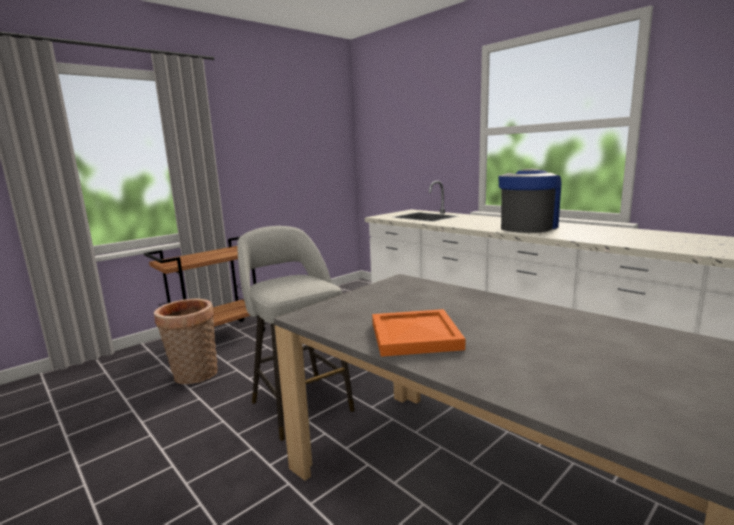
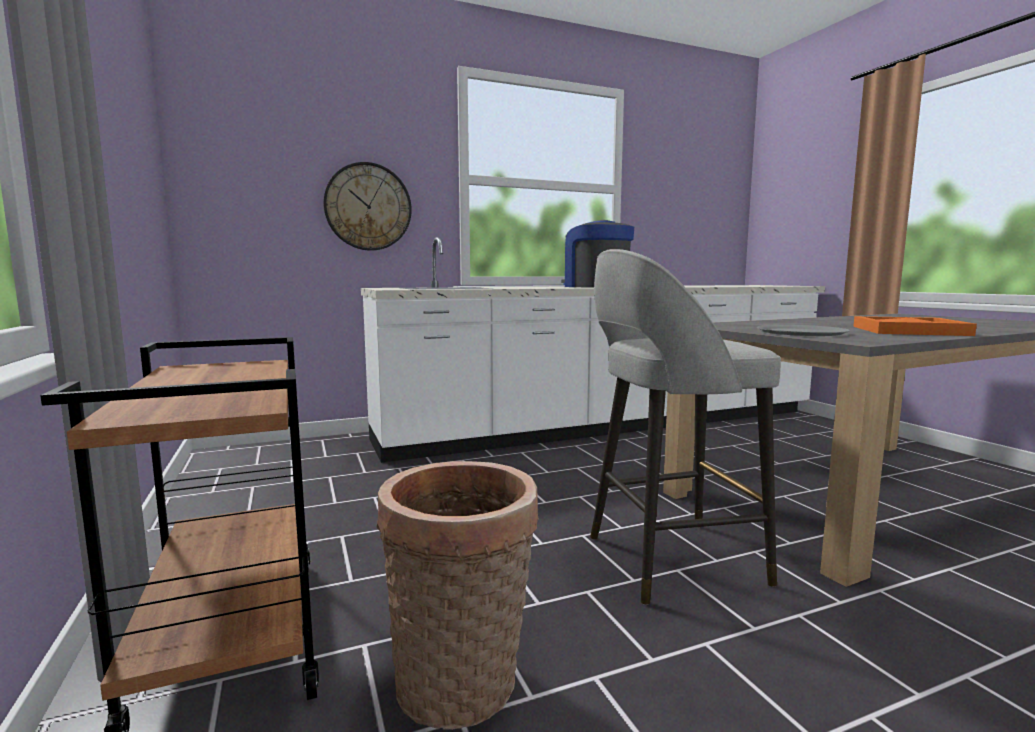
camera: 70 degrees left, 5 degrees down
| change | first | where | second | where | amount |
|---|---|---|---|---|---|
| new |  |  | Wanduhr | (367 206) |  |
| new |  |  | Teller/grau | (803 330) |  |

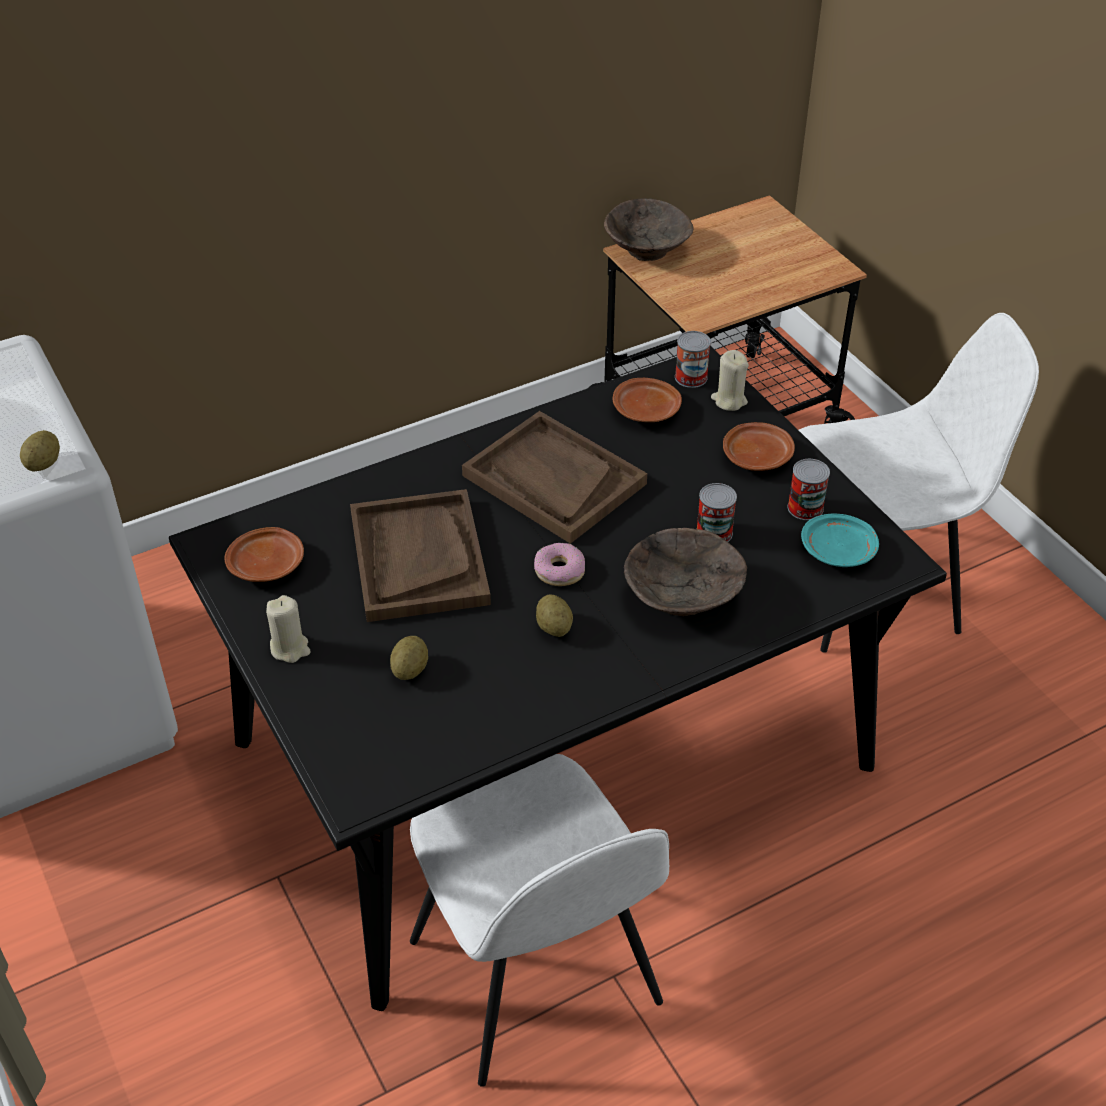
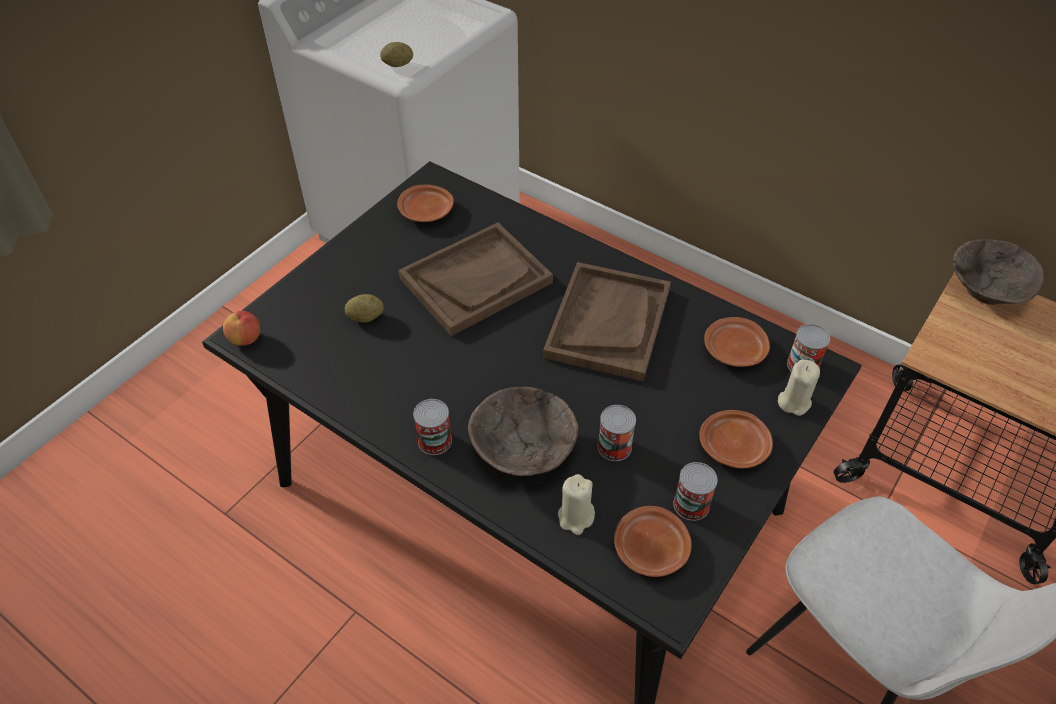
camera: 65 degrees right, 5 degrees up
| change | first | where | second | where | amount |
|---|---|---|---|---|---|
| shifted | Kerze/beige | (288 629) |  | (576 504) |  |
| gone | Stuhl/weiß | (539 920) |  |  |  |
| gone | Donut | (559 564) |  |  |  |
| gone | Kartoffel | (554 615) |  |  |  |
| repainted | Teller/türkis | (840 540) | Teller/braun | (653 541) |  |
| new |  |  | Apfel | (241 328) |  |
| new |  |  | Dose | (432 427) |  |

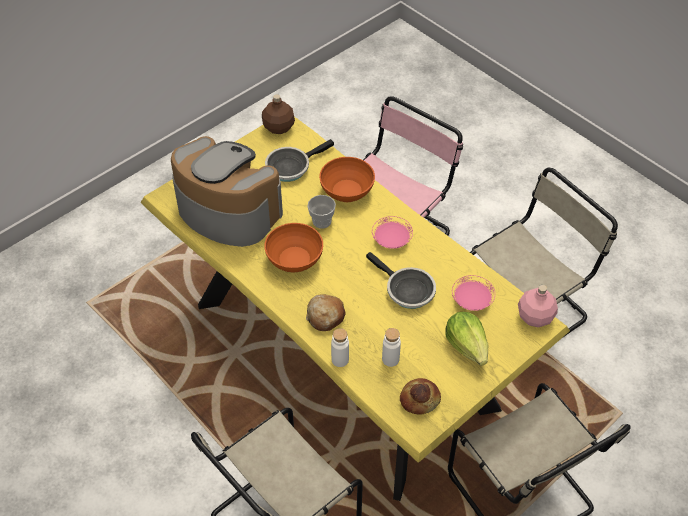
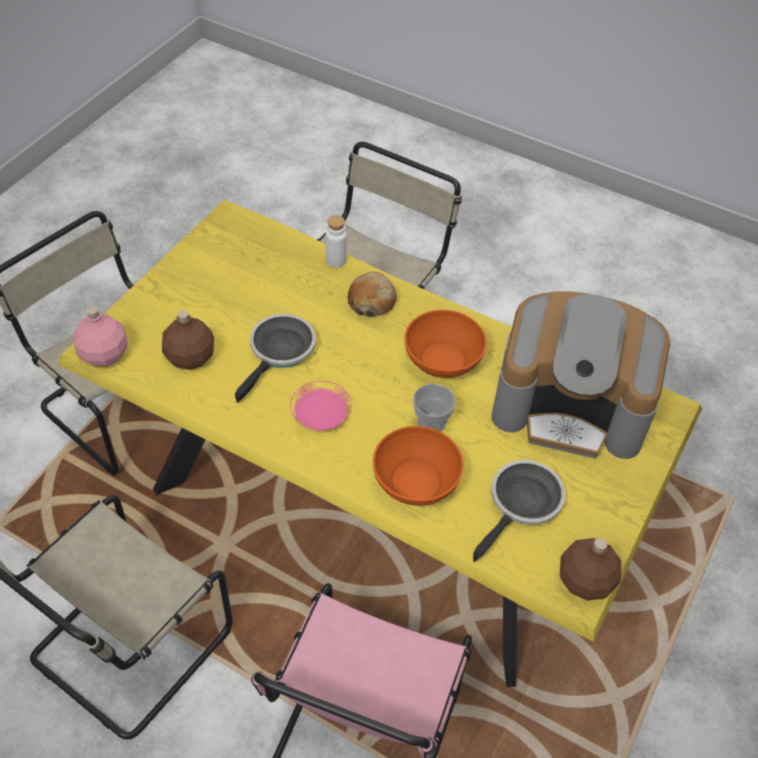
camera: 160 degrees right, 0 degrees up
| change | first | where | second | where | amount |
|---|---|---|---|---|---|
| rotated | Pfanne | (401 280) |  | (275 358) | 90 degrees clockwise |
| gone | Flasche/weiß | (391 347) |  |  |  |
| gone | Brot | (420 396) |  |  |  |
| gone | Salatkopf | (466 339) |  |  |  |
| swapped | Teller/rosa | (473 293) | Flasche/braun | (188 340) |  |

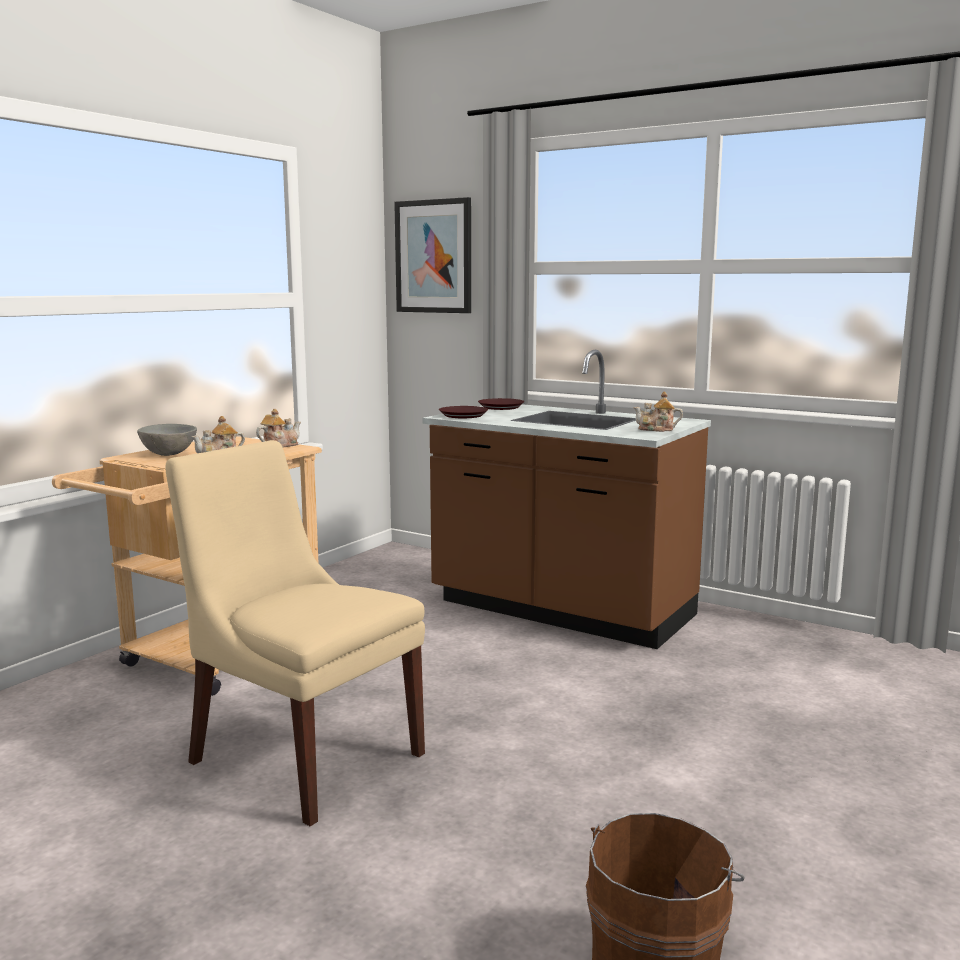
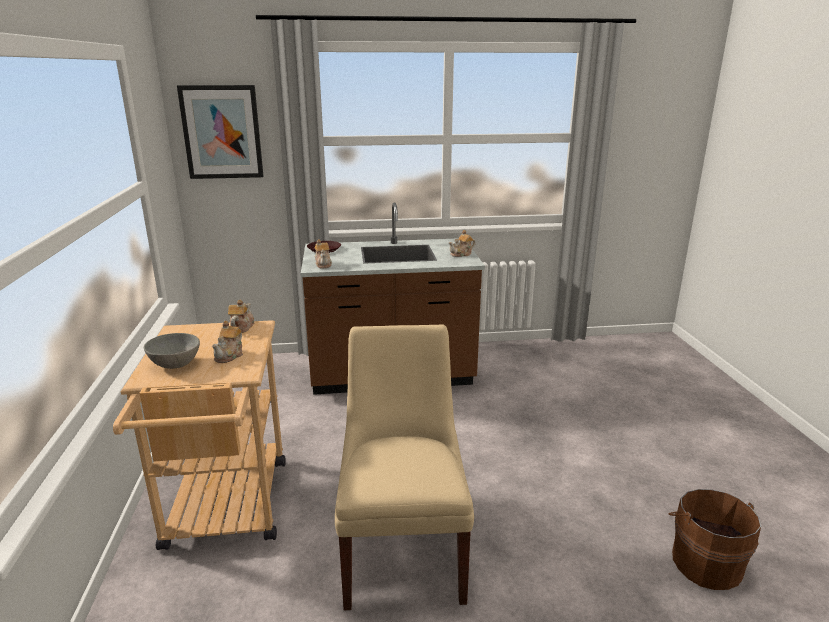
camera: 40 degrees left, 10 degrees up
| change | first | where | second | where | amount |
|---|---|---|---|---|---|
| rotated | Stuhl/beige | (295 633) |  | (404 467) | 90 degrees clockwise |
| swapped | Teller/braun | (463 412) | Teekanne | (323 254) |  |

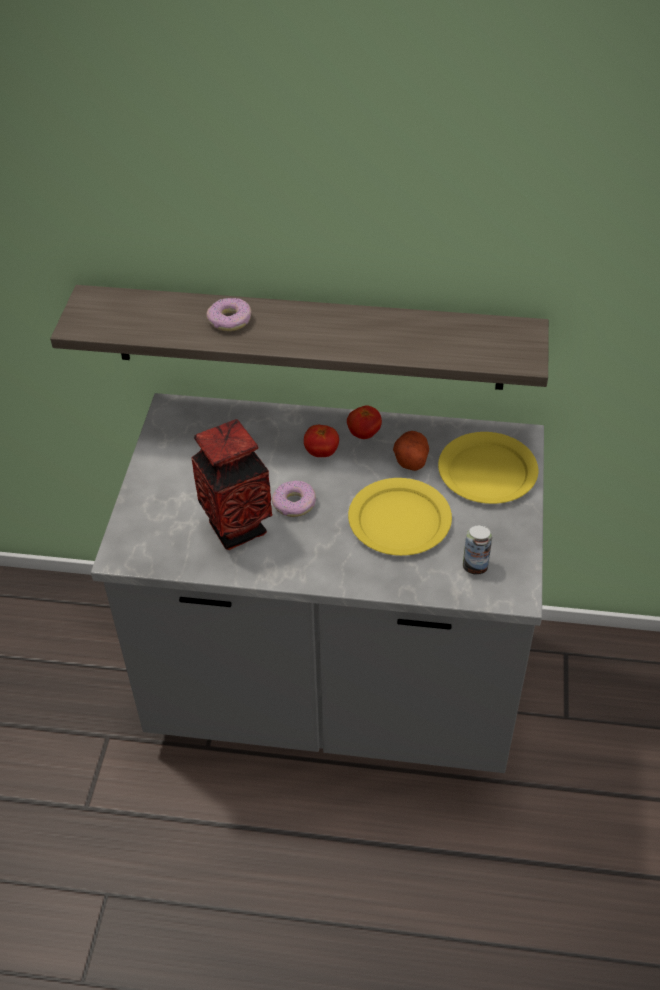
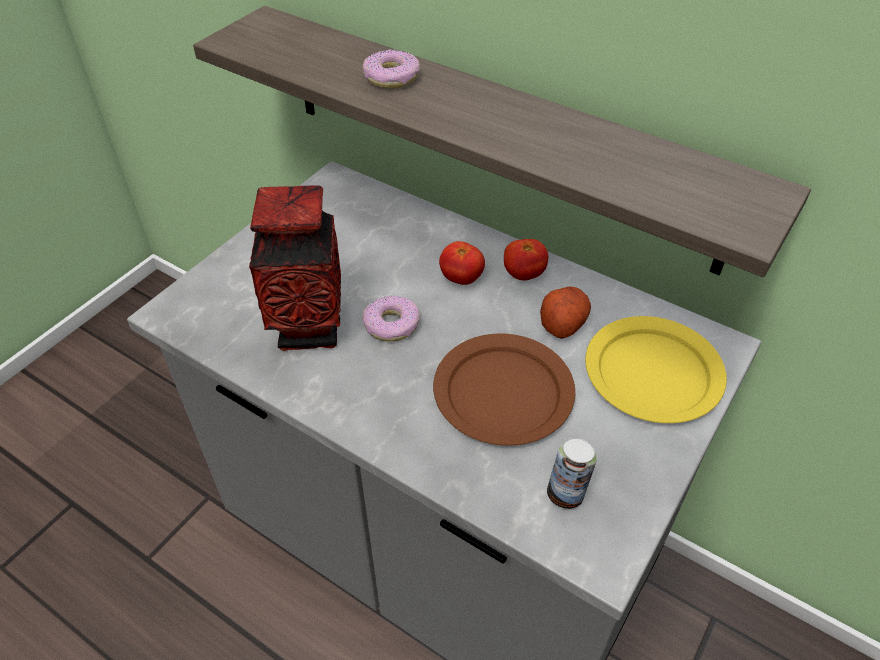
camera: 25 degrees right, 0 degrees up
| change | first | where | second | where | amount |
|---|---|---|---|---|---|
| repainted | Teller/gelb | (400 517) | Teller/braun | (504 389) |  |

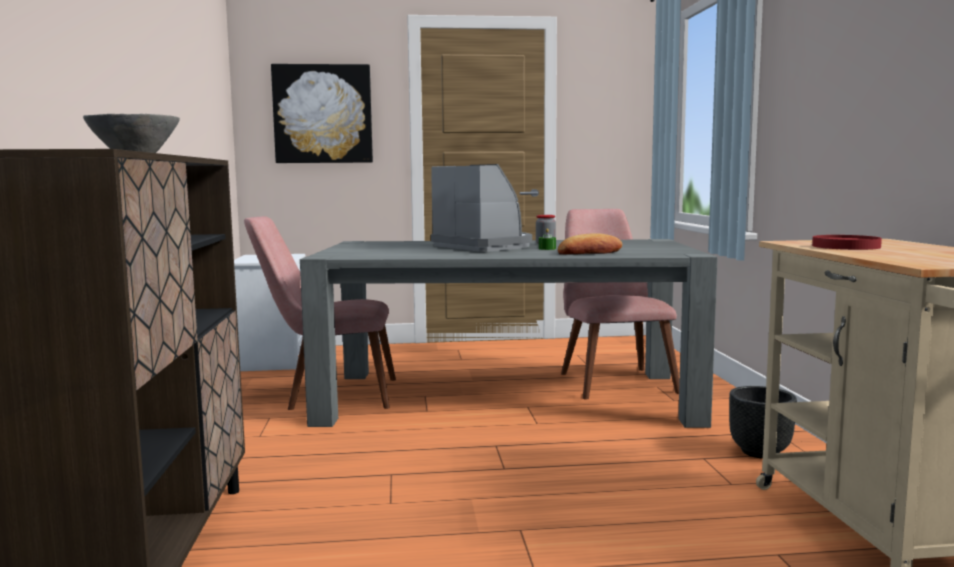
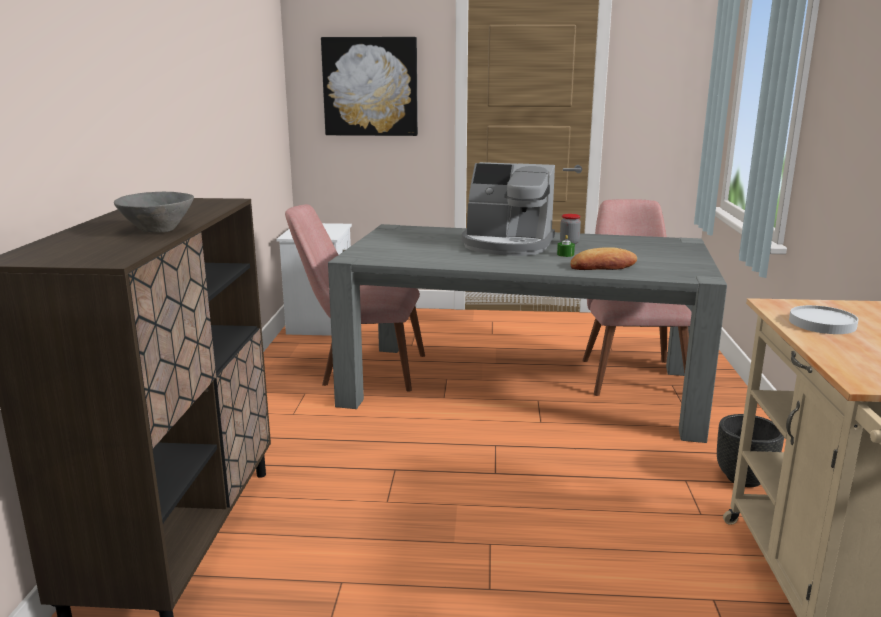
camera: 10 degrees right, 10 degrees up
| change | first | where | second | where | amount |
|---|---|---|---|---|---|
| rotated | Kaffeemaschine | (481 208) |  | (508 209) | 135 degrees clockwise |
| repainted | Teller/rot | (847 242) | Teller/weiß | (824 319) |  |

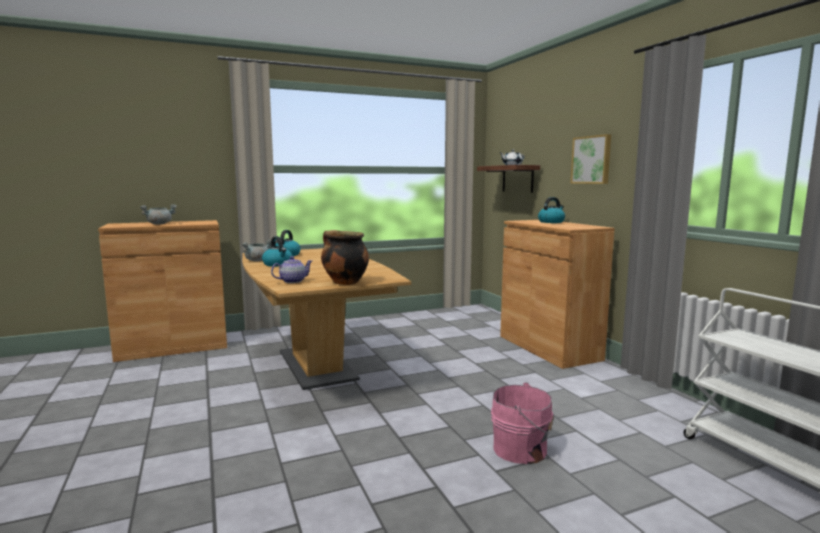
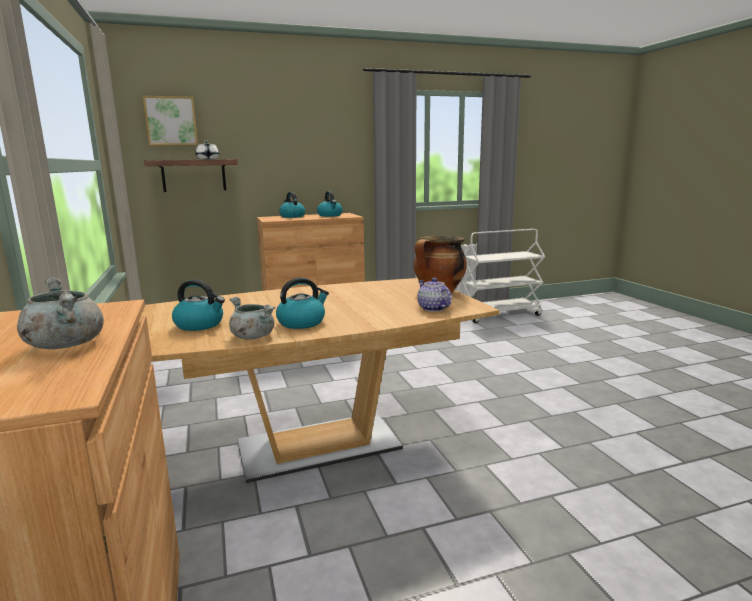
camera: 85 degrees left, 5 degrees up
| change | first | where | second | where | amount |
|---|---|---|---|---|---|
| gone | Eimer/rosa | (522 423) |  |  |  |
| shifted | Bild | (591 159) |  | (170 121) |  |
| new |  |  | Wasserkessel | (330 204) |  |

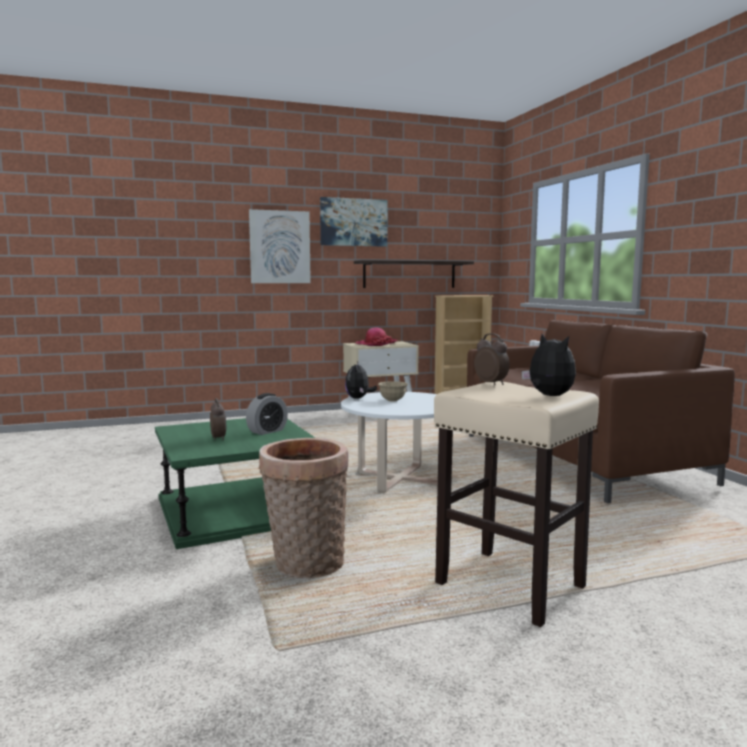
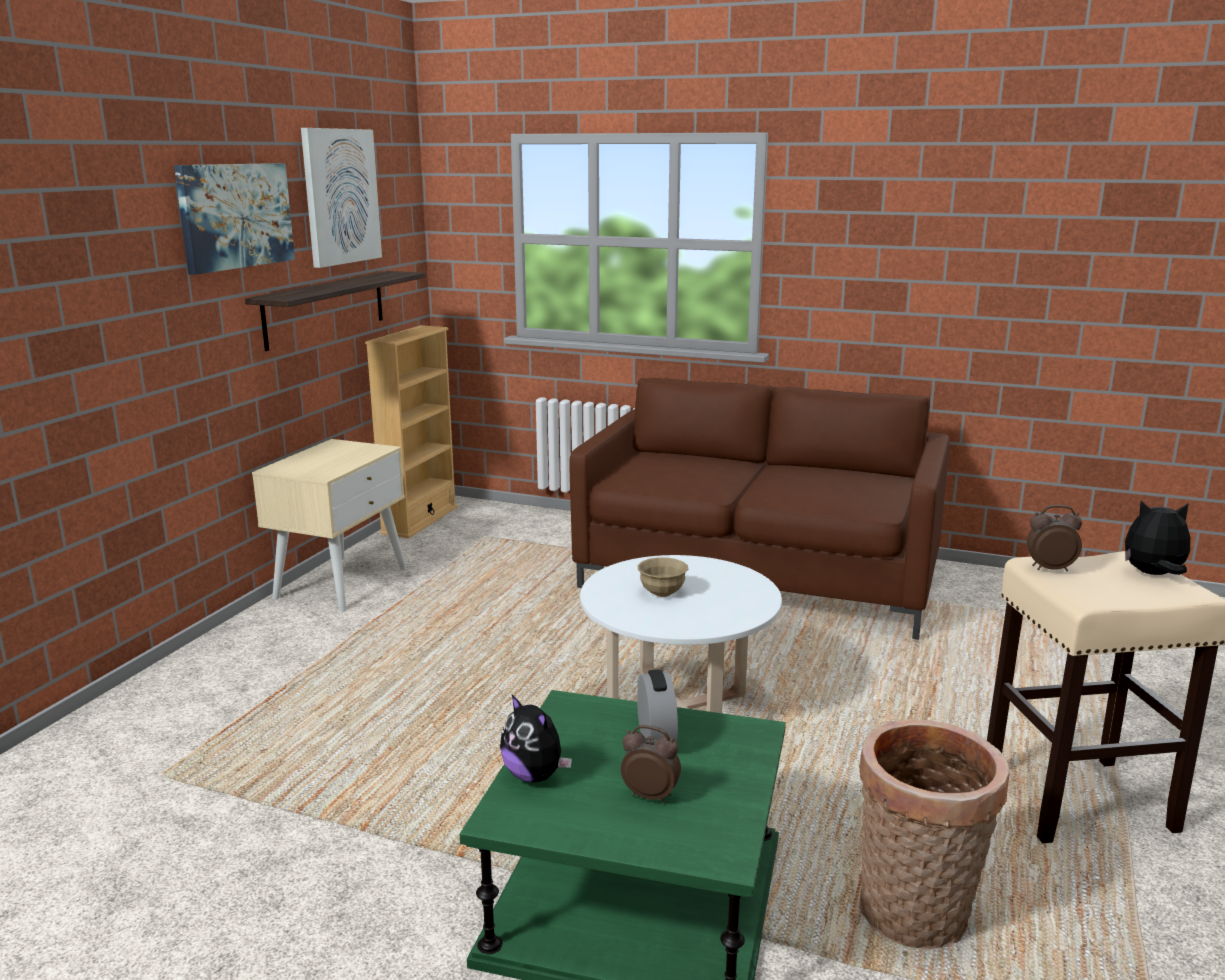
camera: 50 degrees left, 10 degrees up
| change | first | where | second | where | amount |
|---|---|---|---|---|---|
| shifted | Bild | (280 246) |  | (341 198) |  |
| shifted | Plüschtier | (361 380) |  | (536 738) |  |
| gone | Hut | (376 336) |  |  |  |

